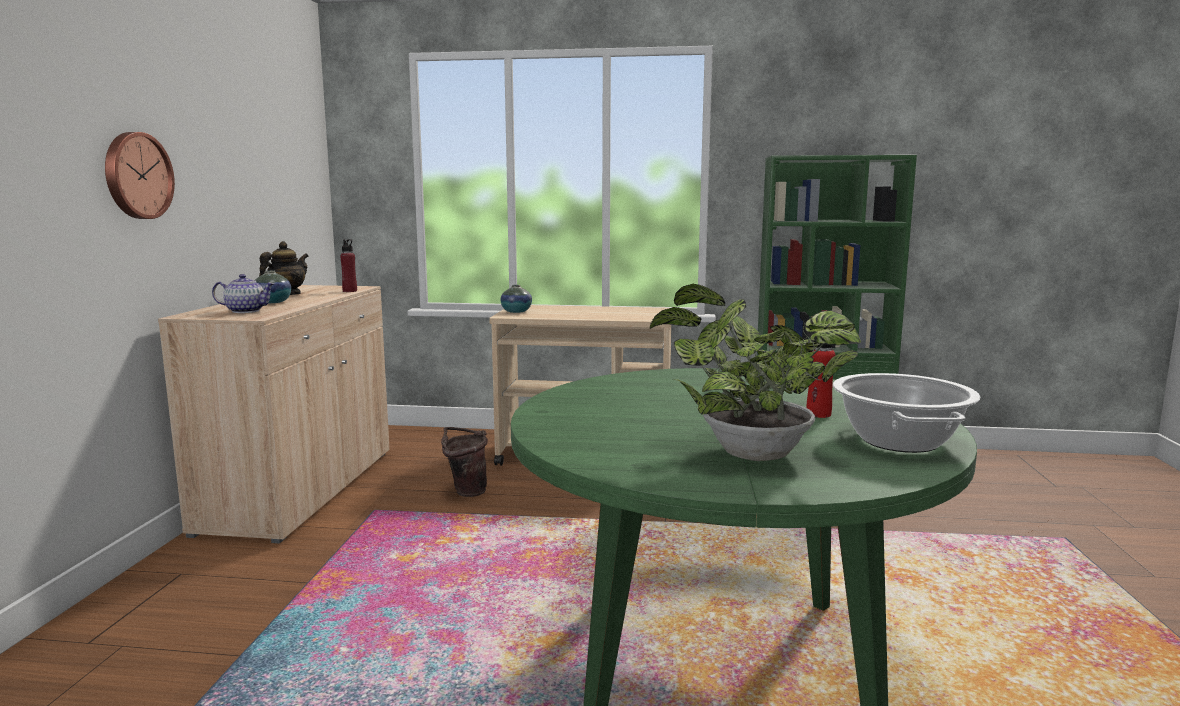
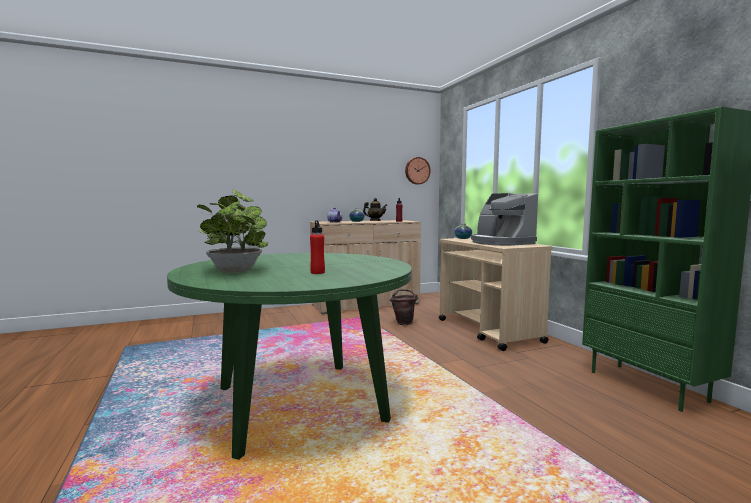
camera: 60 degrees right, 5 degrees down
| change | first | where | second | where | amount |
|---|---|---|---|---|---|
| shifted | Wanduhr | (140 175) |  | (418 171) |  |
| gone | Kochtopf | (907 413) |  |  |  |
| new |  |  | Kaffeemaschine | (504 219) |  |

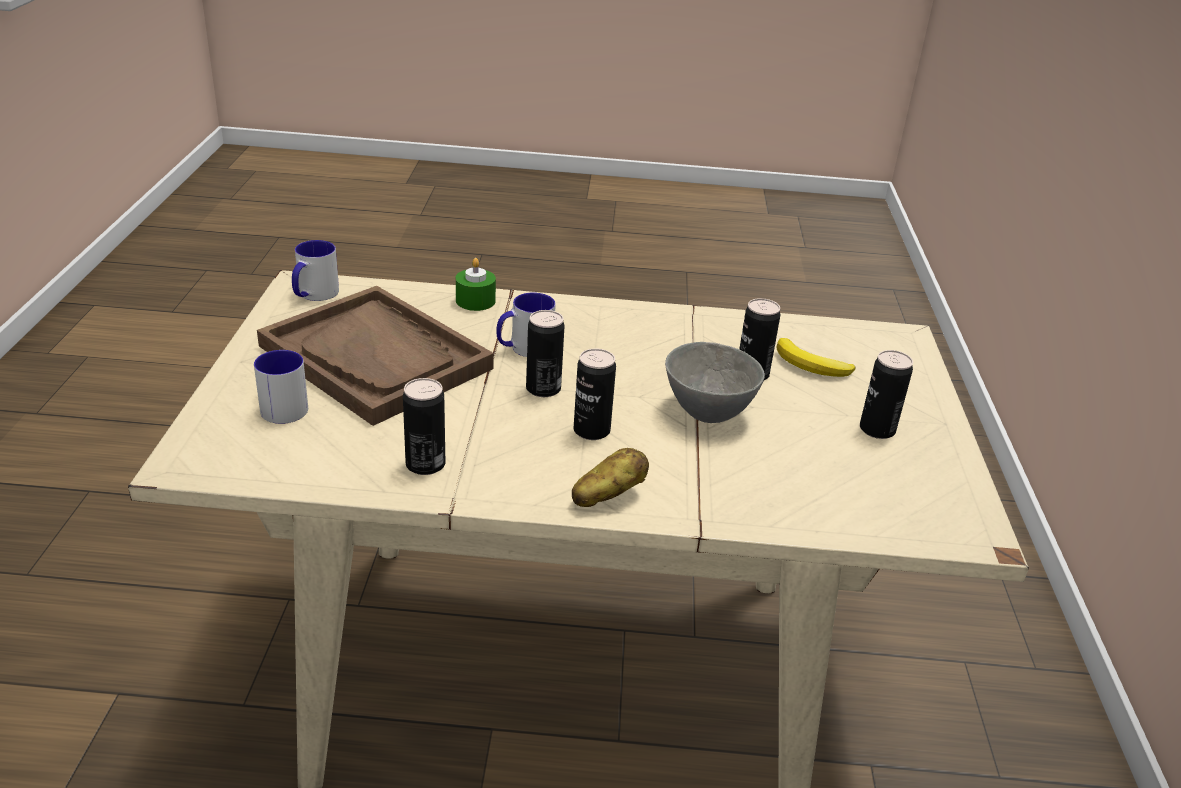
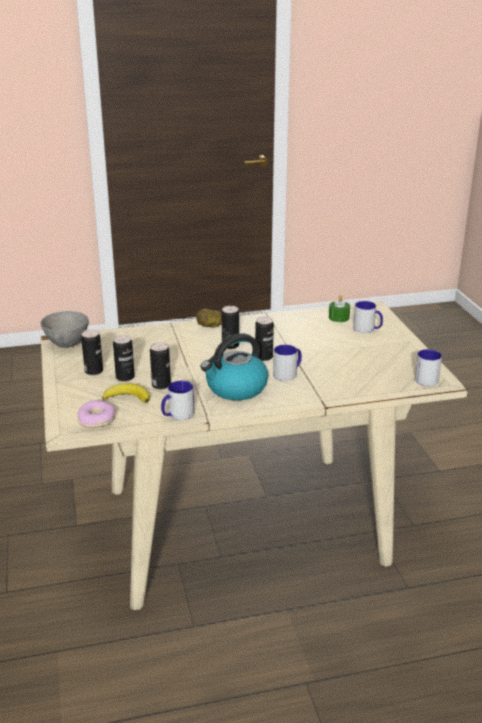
camera: 165 degrees right, 5 degrees down
| change | first | where | second | where | amount |
|---|---|---|---|---|---|
| gone | Tablett/braun | (375 356) |  |  |  |
| shifted | Dose | (424 426) |  | (124 358) |  |
| shifted | Kerze/grün | (476 284) |  | (339 308) |  |
| shifted | Schüssel/grau | (715 382) |  | (64 329) |  |
| new |  |  | Donut | (97 414) |  |
| new |  |  | Henkelbecher | (177 400) |  |
| new |  |  | Wasserkessel | (234 366) |  |

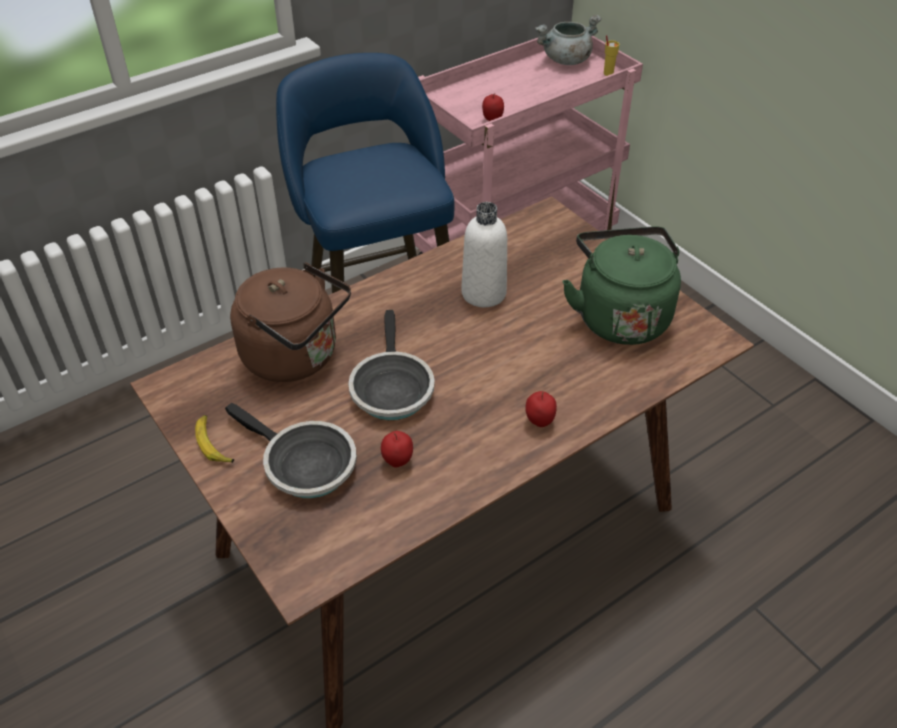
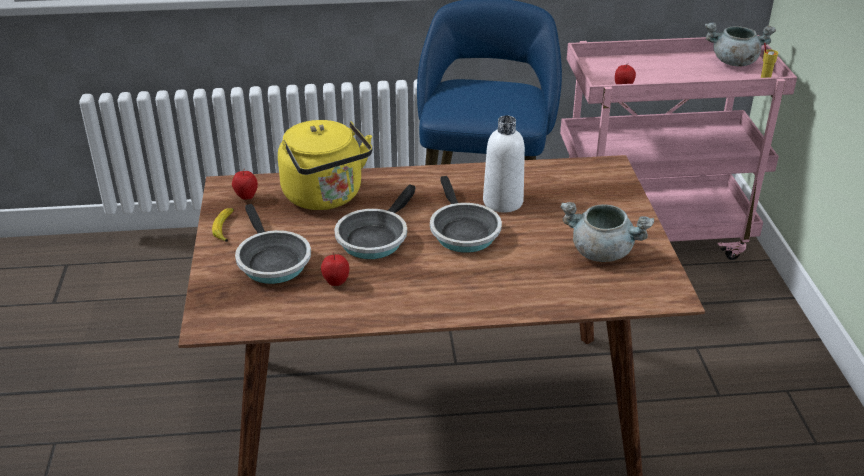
camera: 30 degrees right, 10 degrees down
| change | first | where | second | where | amount |
|---|---|---|---|---|---|
| repainted | Wasserkessel/braun | (290 322) | Wasserkessel/gelb | (325 165) |  |
| shifted | Apfel | (541 409) |  | (245 184) |  |
| swapped | Wasserkessel/grün | (621 285) | Kochtopf/grau | (607 232) |  |
| new |  |  | Pfanne | (466 214) |  |

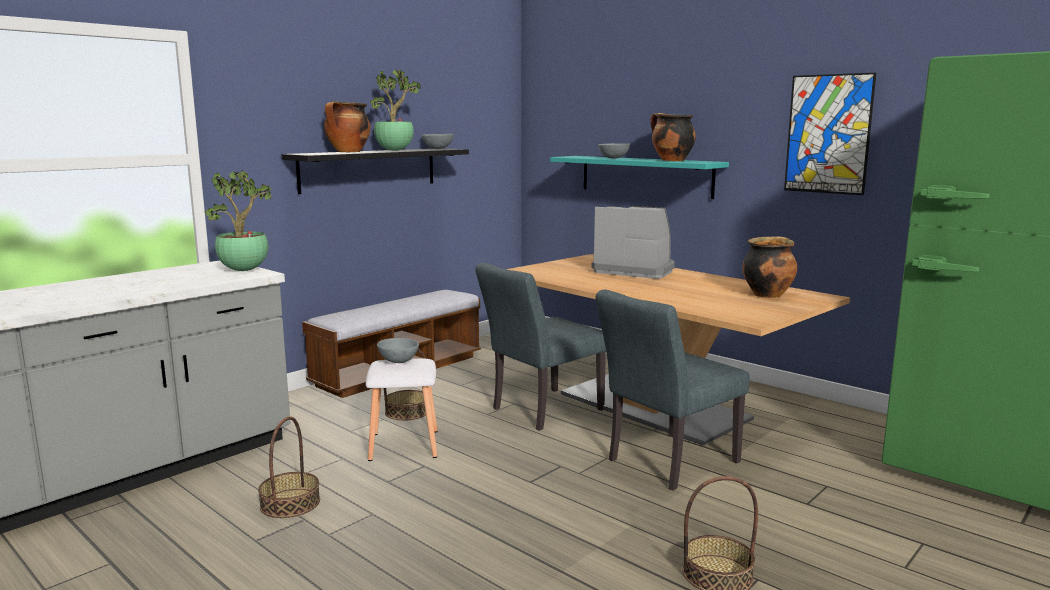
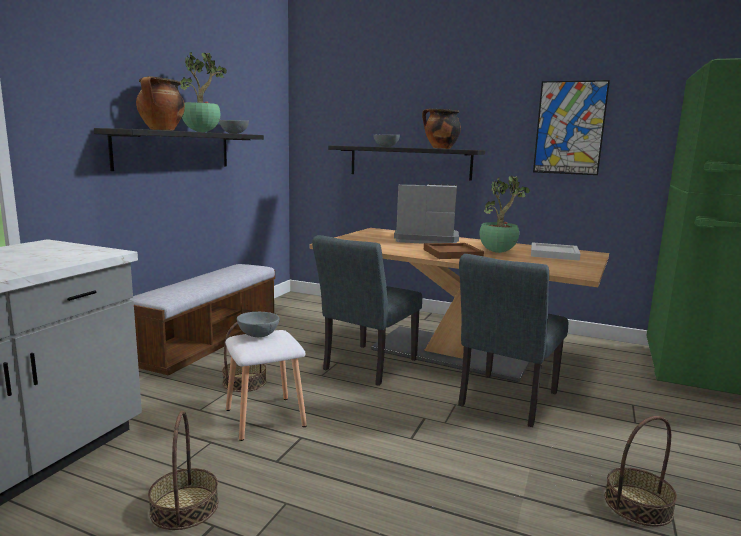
camera: 20 degrees left, 0 degrees up
| change | first | where | second | where | amount |
|---|---|---|---|---|---|
| shifted | Topfpflanze | (238 220) |  | (505 214) |  |
| repainted | Wandregal/türkis | (639 177) | Wandregal/schwarz | (406 163) |  |
| swapped | Kochtopf | (770 267) | Tablett/weiß | (556 251) |  |
| new |  |  | Tablett/braun | (454 251) |  |

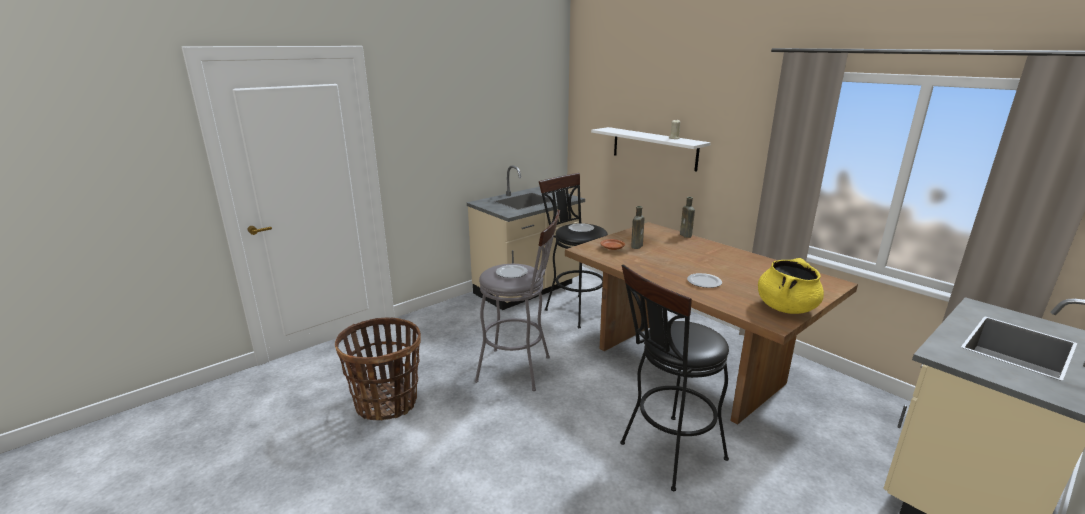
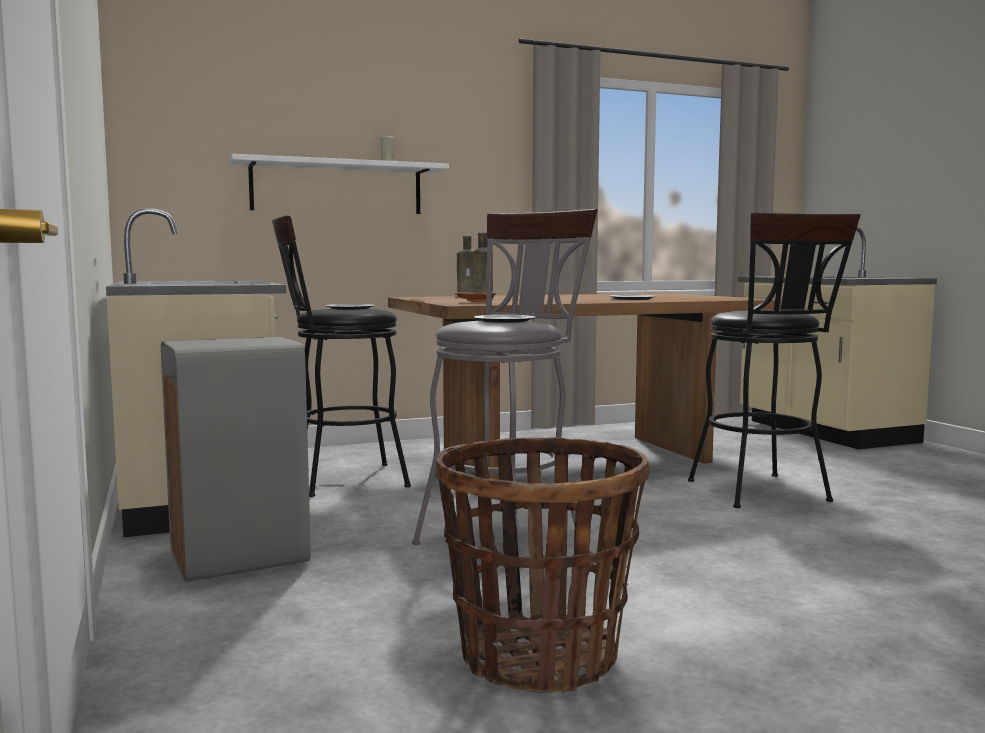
camera: 70 degrees left, 15 degrees down
| change | first | where | second | where | amount |
|---|---|---|---|---|---|
| gone | Kochtopf/gelb | (791 286) |  |  |  |
| new |  |  | Mülleimer/grau | (236 459) |  |

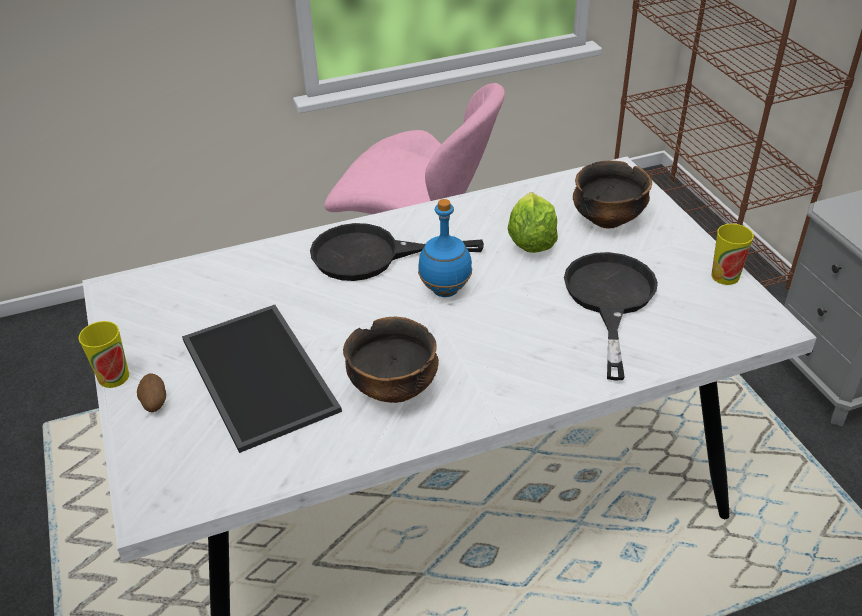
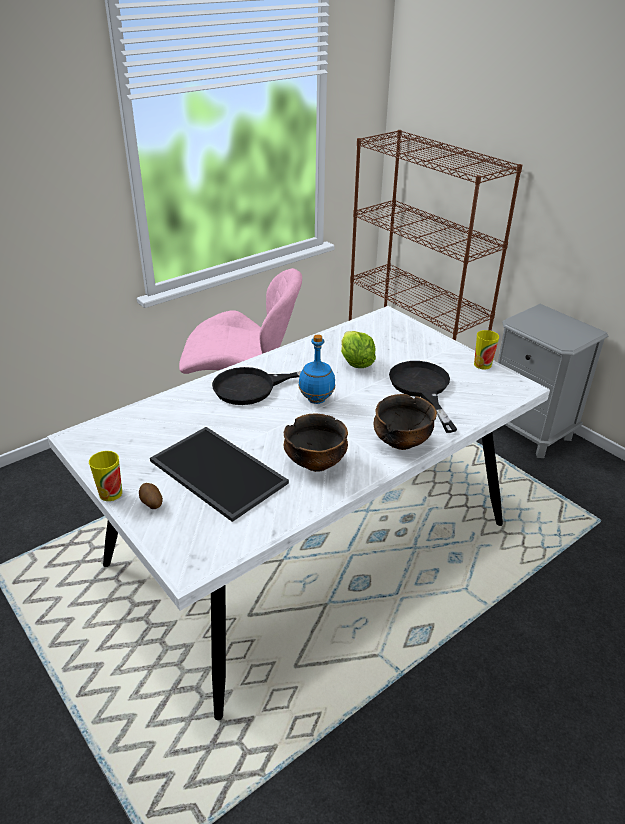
camera: 20 degrees left, 5 degrees down
| change | first | where | second | where | amount |
|---|---|---|---|---|---|
| shifted | Schüssel | (612 194) |  | (405 422) |  |

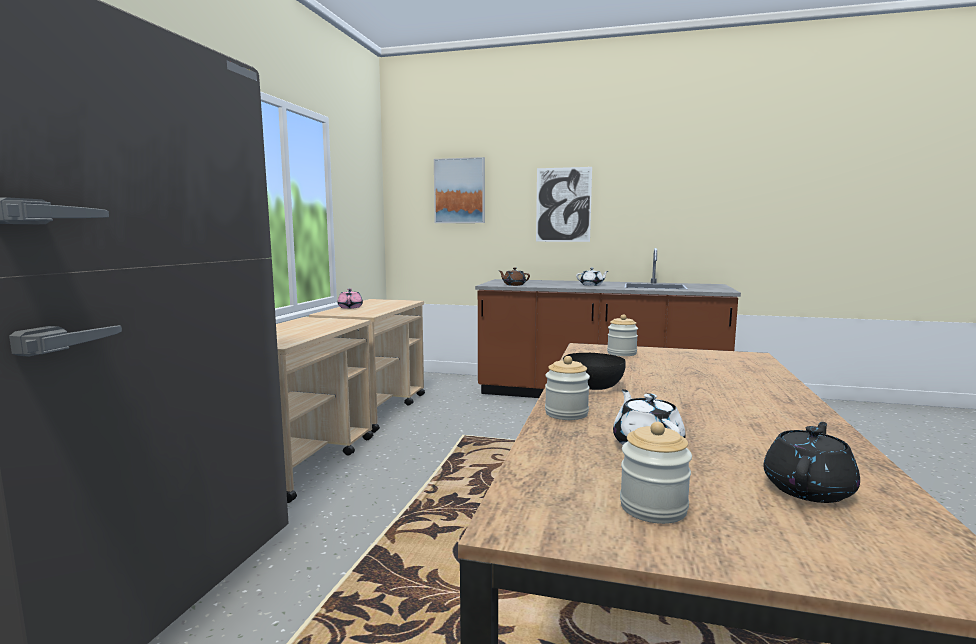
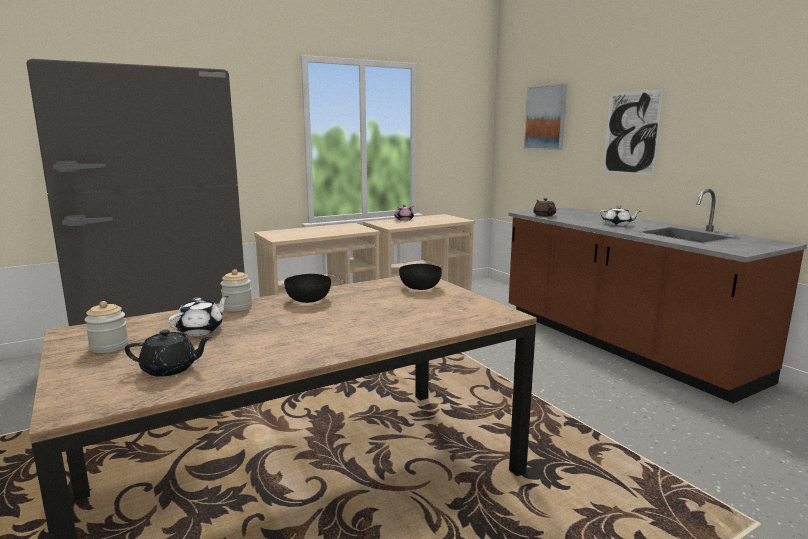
camera: 45 degrees right, 5 degrees up
| change | first | where | second | where | amount |
|---|---|---|---|---|---|
| swapped | Vorratsglas | (622 335) | Schüssel/schwarz | (420 277) |  |

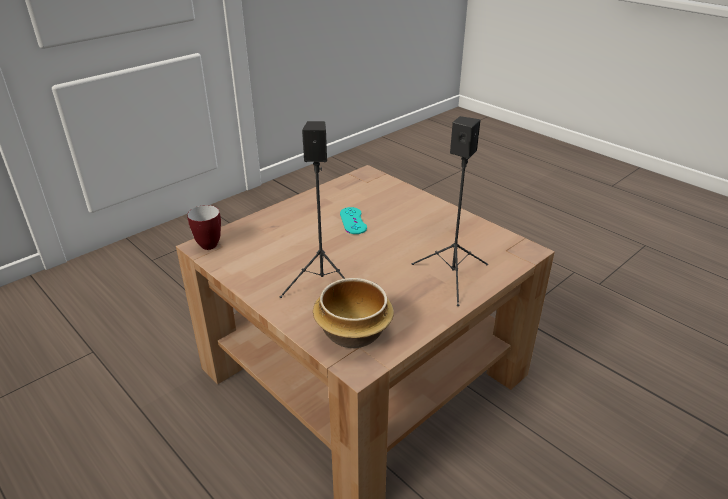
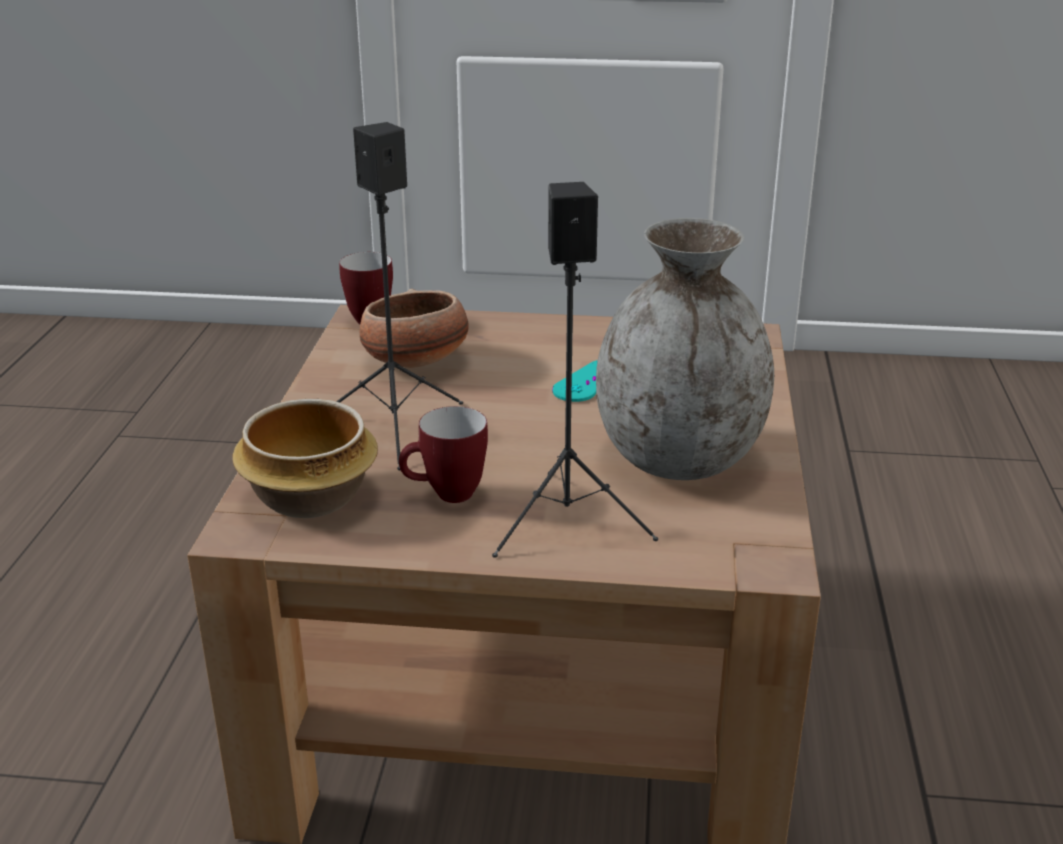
camera: 50 degrees right, 5 degrees down
| change | first | where | second | where | amount |
|---|---|---|---|---|---|
| new |  |  | Schüssel | (413 328) |  |
| new |  |  | Henkelbecher | (443 454) |  |
| new |  |  | Vase/grau | (685 349) |  |

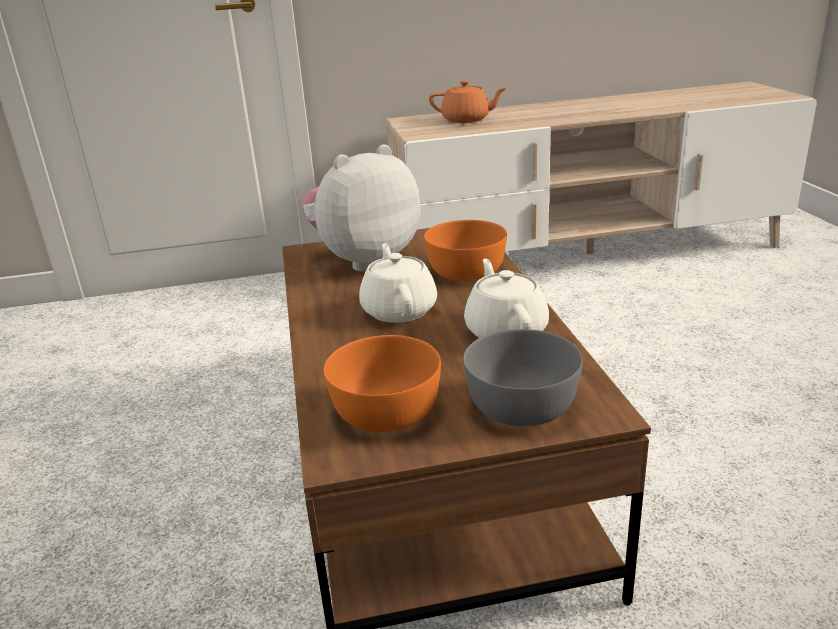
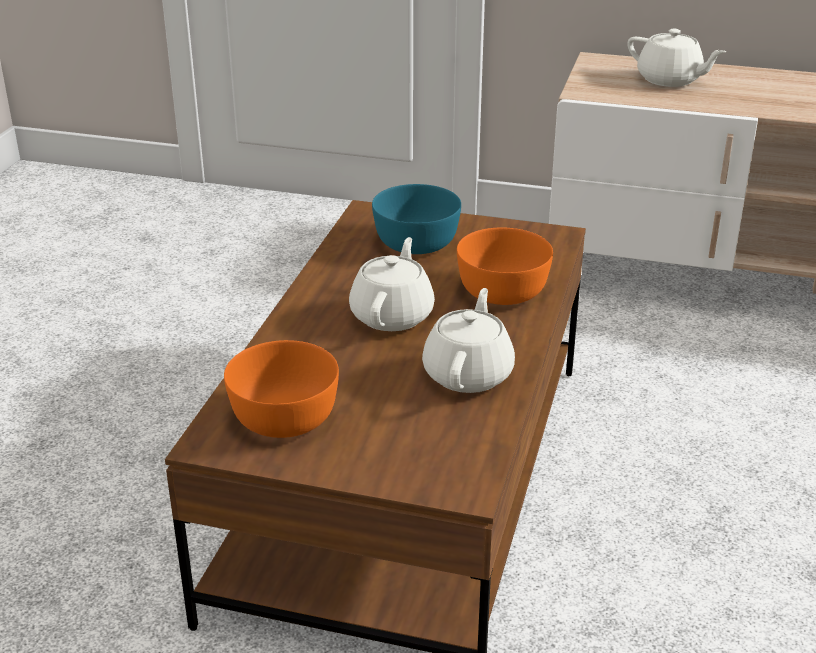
camera: 25 degrees right, 5 degrees up
| change | first | where | second | where | amount |
|---|---|---|---|---|---|
| swapped | Plüschtier | (361 207) | Schüssel/türkis | (416 219) |  |
| repainted | Teekanne/orange | (468 101) | Teekanne/weiß | (677 58) |  |
| gone | Schüssel/grau | (523 377) |  |  |  |

